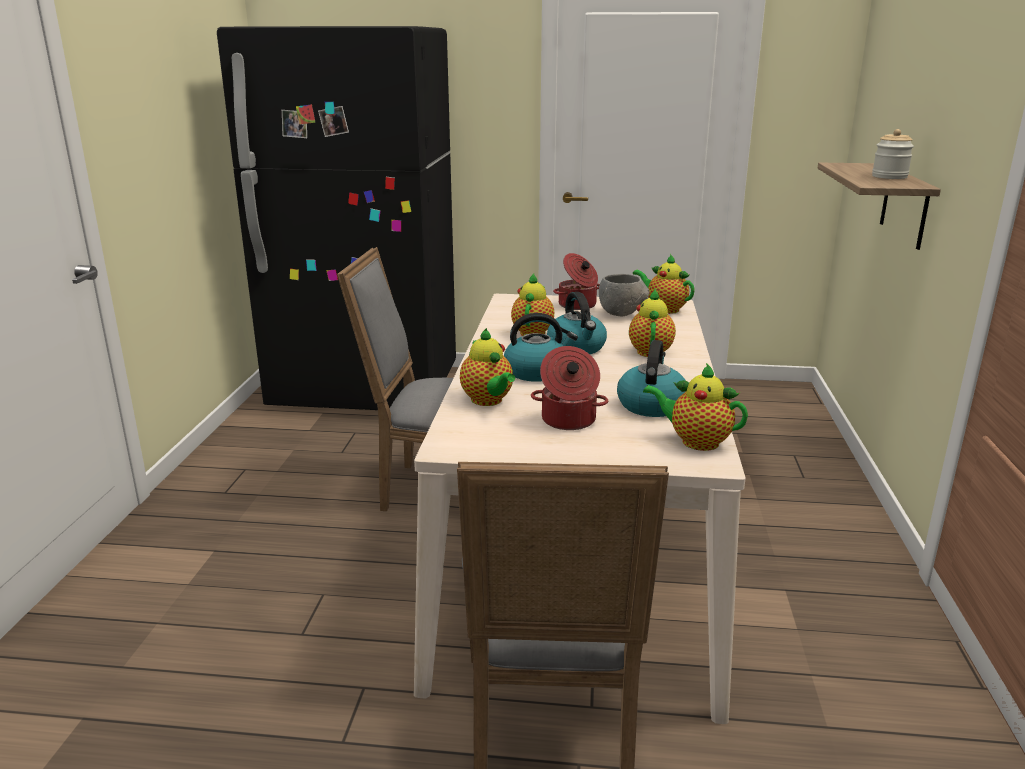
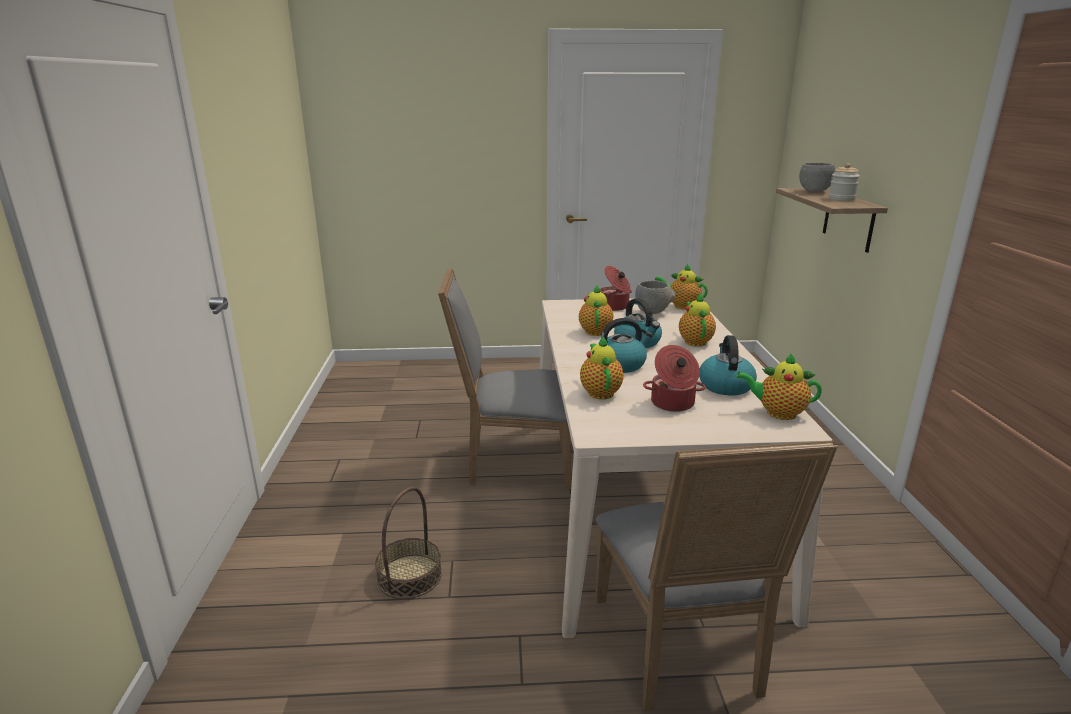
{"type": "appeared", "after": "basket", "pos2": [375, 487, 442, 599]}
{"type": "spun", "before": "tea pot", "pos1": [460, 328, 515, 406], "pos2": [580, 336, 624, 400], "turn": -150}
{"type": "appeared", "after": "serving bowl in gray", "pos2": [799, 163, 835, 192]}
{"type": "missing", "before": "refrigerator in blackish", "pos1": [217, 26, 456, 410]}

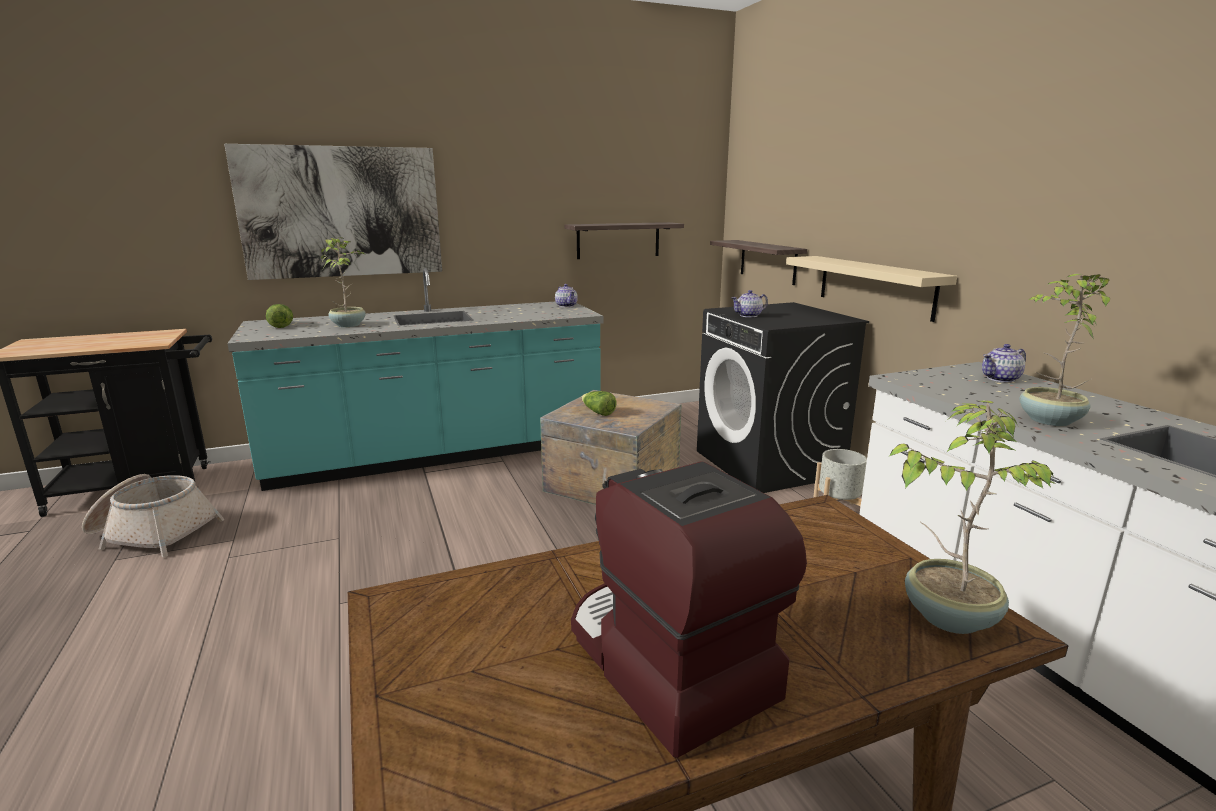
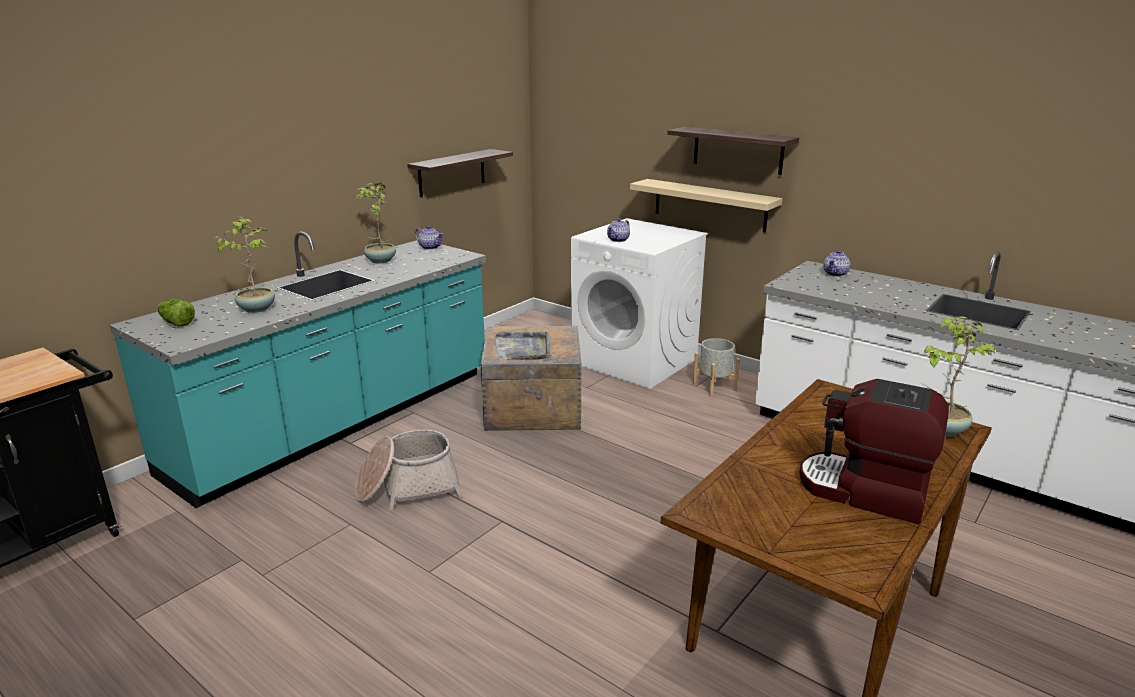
{"type": "relocated", "before": "houseplant", "pos1": [1020, 274, 1110, 426], "pos2": [355, 182, 396, 264]}
{"type": "relocated", "before": "basket", "pos1": [82, 474, 224, 557], "pos2": [355, 430, 462, 510]}
{"type": "exchanged", "before": "lettuce", "after": "carrying tray in gray", "pos1": [581, 391, 616, 416], "pos2": [495, 331, 550, 360]}
{"type": "colour", "before": "laundry appliance in blackish", "after": "laundry appliance in white-coloured", "pos1": [697, 302, 869, 493], "pos2": [571, 218, 708, 389]}
{"type": "relocated", "before": "shelf", "pos1": [710, 240, 807, 285], "pos2": [667, 127, 799, 175]}
{"type": "missing", "before": "picture", "pos1": [224, 144, 442, 280]}

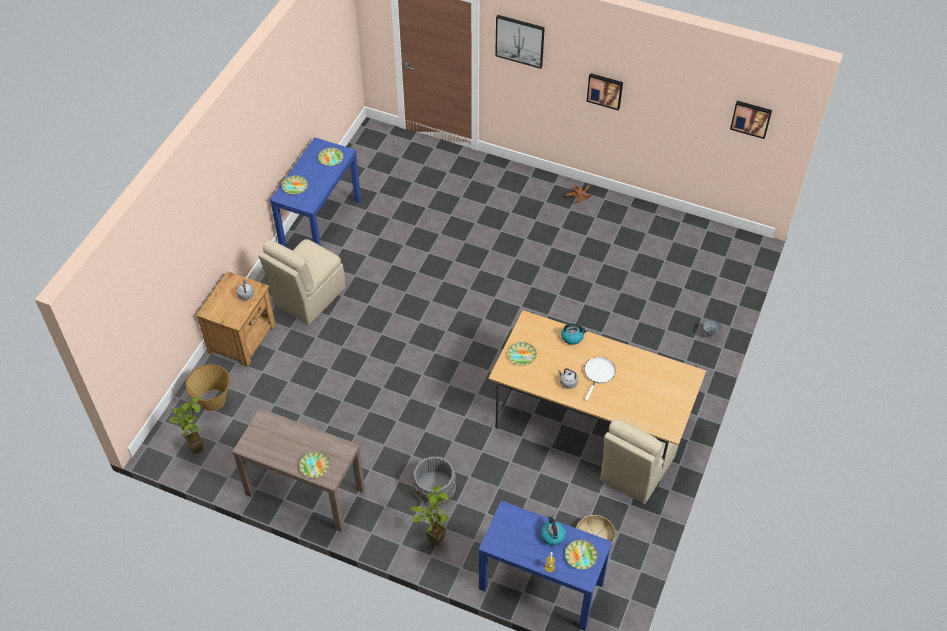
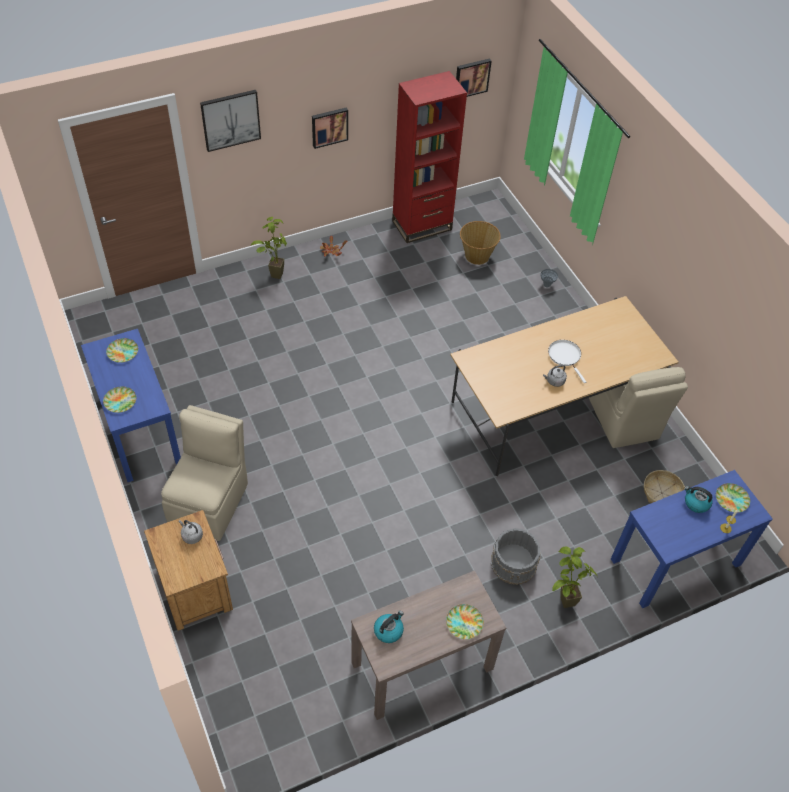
{"type": "spun", "before": "plain chair in beige", "pos1": [258, 239, 345, 325], "pos2": [161, 405, 248, 541], "turn": -150}
{"type": "relocated", "before": "houseplant", "pos1": [169, 397, 203, 454], "pos2": [250, 217, 287, 279]}
{"type": "relocated", "before": "tea kettle", "pos1": [561, 323, 588, 345], "pos2": [374, 611, 404, 643]}
{"type": "appeared", "after": "bookshelf in red", "pos2": [392, 71, 467, 243]}
{"type": "relocated", "before": "basket", "pos1": [186, 364, 230, 411], "pos2": [460, 221, 501, 265]}
{"type": "missing", "before": "flat dish", "pos1": [508, 342, 537, 366]}

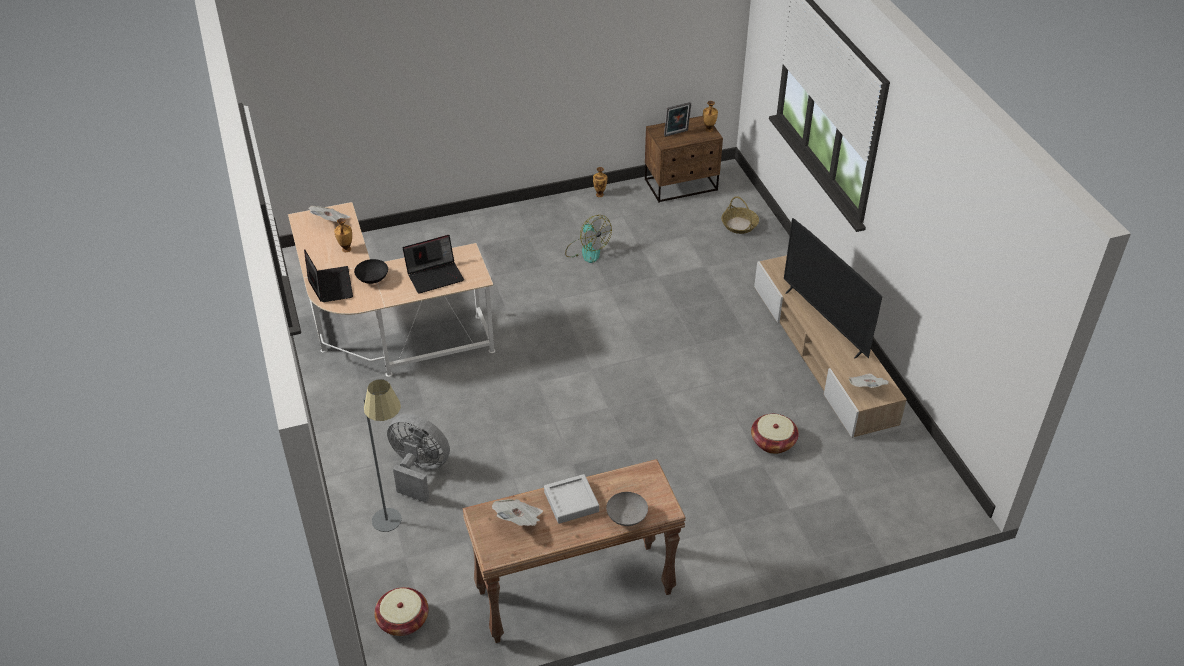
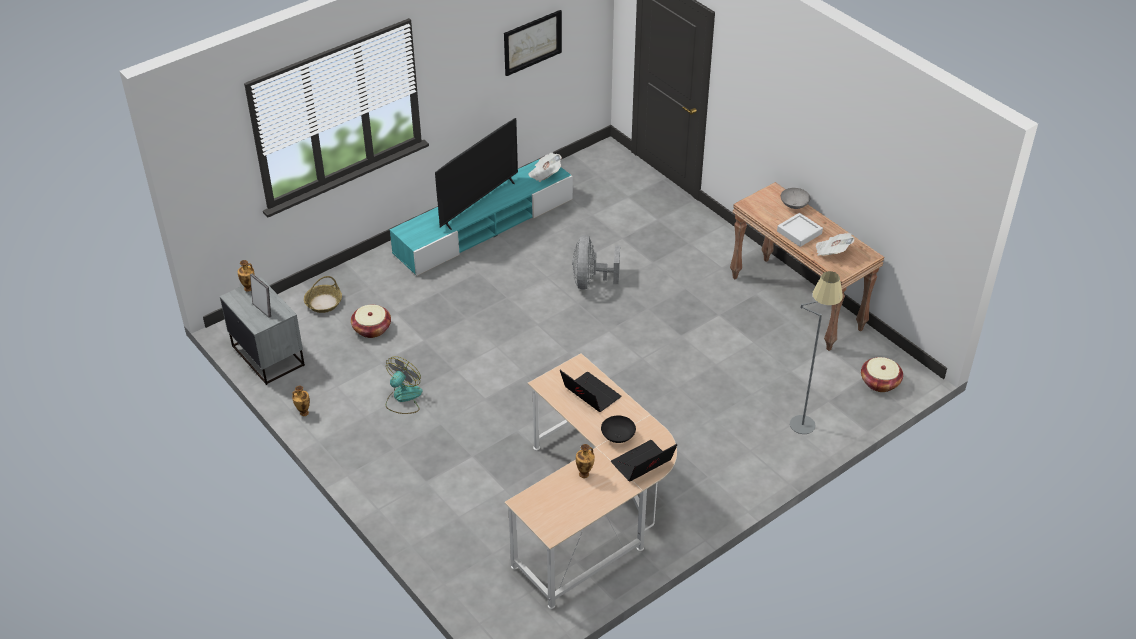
{"type": "colour", "before": "night table in brown-coloured", "after": "night table in gray", "pos1": [645, 116, 723, 203], "pos2": [220, 277, 305, 385]}
{"type": "relocated", "before": "basket", "pos1": [751, 414, 799, 454], "pos2": [351, 305, 391, 338]}
{"type": "colour", "before": "tv unit in beige", "after": "tv unit in blue-green", "pos1": [754, 255, 907, 438], "pos2": [390, 159, 573, 276]}
{"type": "appeared", "after": "picture", "pos2": [504, 10, 562, 76]}
{"type": "relocated", "before": "electric fan in gray", "pos1": [387, 414, 450, 503], "pos2": [572, 235, 620, 290]}
{"type": "missing", "before": "daily paper", "pos1": [308, 206, 350, 222]}

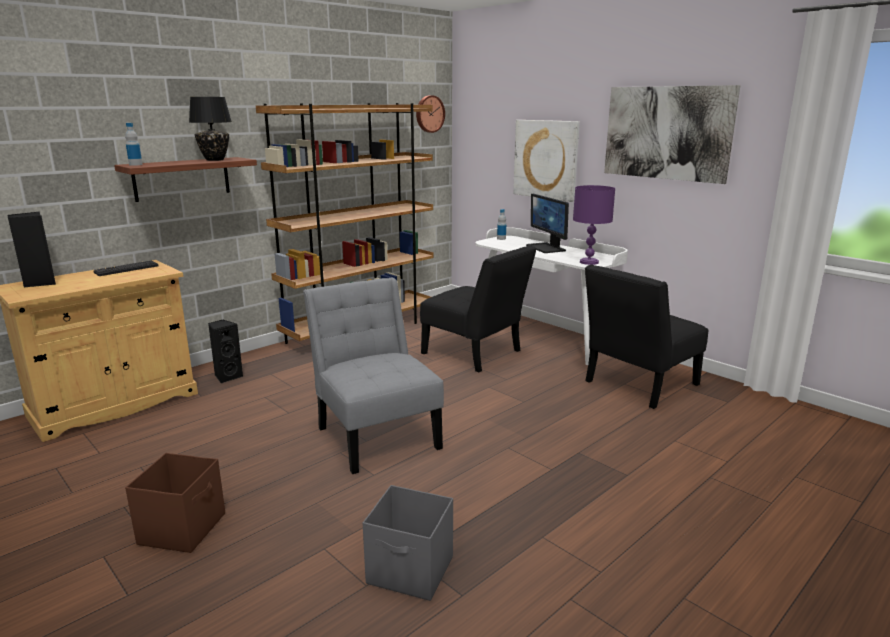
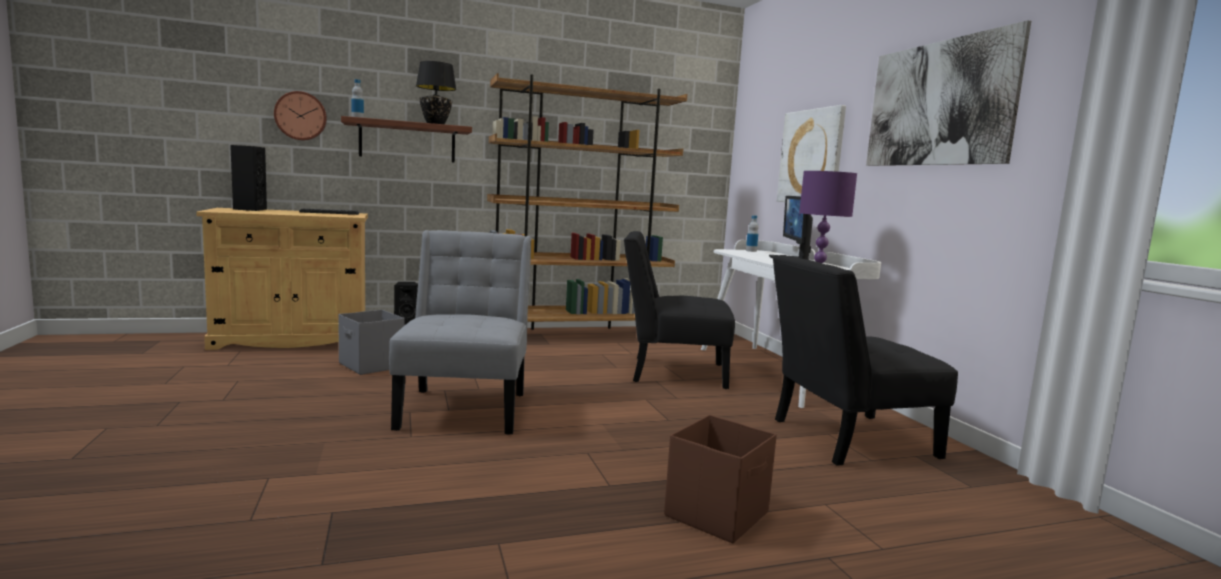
{"type": "relocated", "before": "hanging clock", "pos1": [416, 95, 445, 133], "pos2": [274, 91, 327, 140]}
{"type": "relocated", "before": "storage bin in gray", "pos1": [363, 485, 453, 601], "pos2": [338, 310, 405, 375]}
{"type": "spun", "before": "plain chair in blackish", "pos1": [420, 245, 537, 372], "pos2": [624, 231, 735, 389], "turn": 120}
{"type": "relocated", "before": "storage bin in brown-coloured", "pos1": [125, 453, 225, 553], "pos2": [664, 415, 777, 544]}

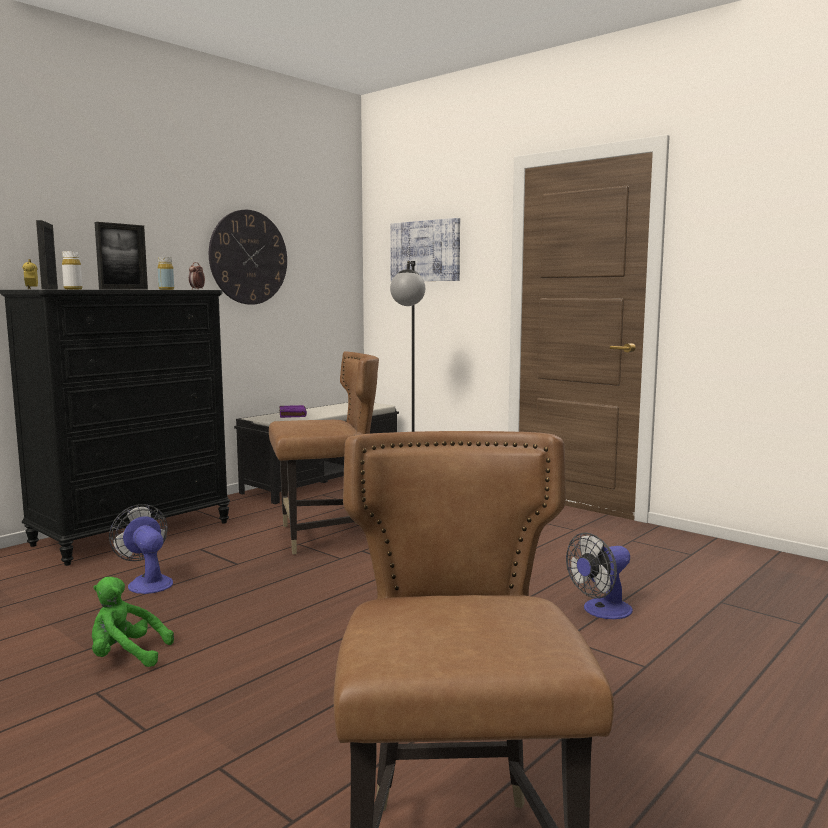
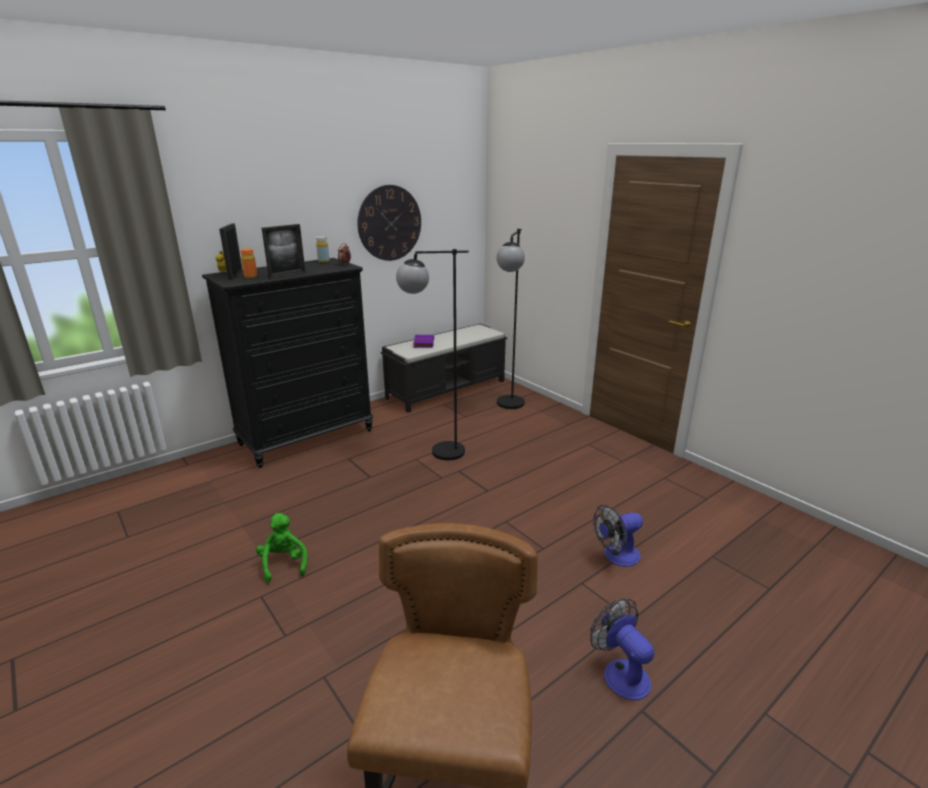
{"type": "colour", "before": "bottle in white-coloured", "after": "bottle in orange", "pos1": [62, 251, 83, 289], "pos2": [241, 249, 258, 278]}
{"type": "spun", "before": "cuddly toy in green", "pos1": [92, 577, 174, 667], "pos2": [256, 513, 308, 583], "turn": 60}
{"type": "exchanged", "before": "plain chair in brown-coloured", "after": "floor lamp in blackish", "pos1": [269, 352, 379, 555], "pos2": [396, 249, 469, 460]}
{"type": "relocated", "before": "electric fan", "pos1": [109, 504, 173, 594], "pos2": [590, 598, 654, 700]}
{"type": "missing", "before": "picture", "pos1": [390, 218, 460, 282]}

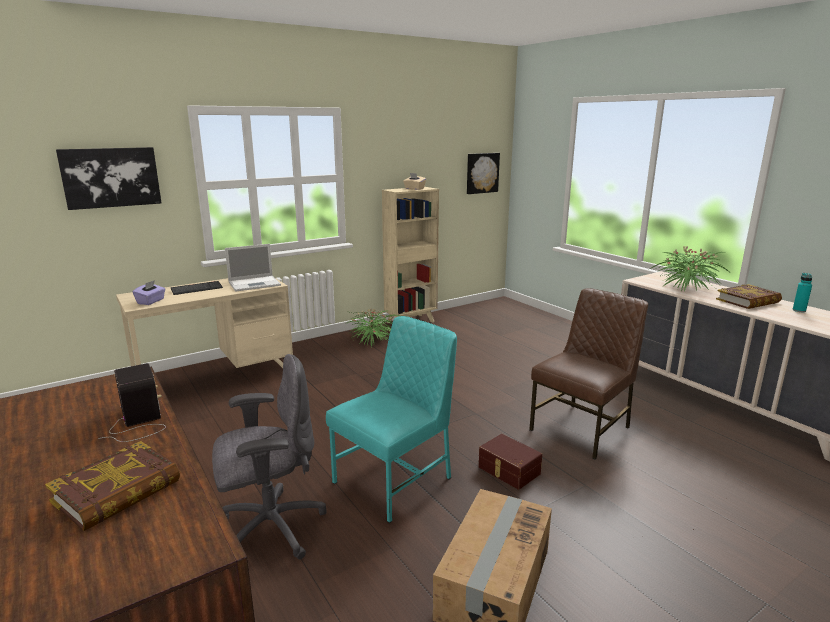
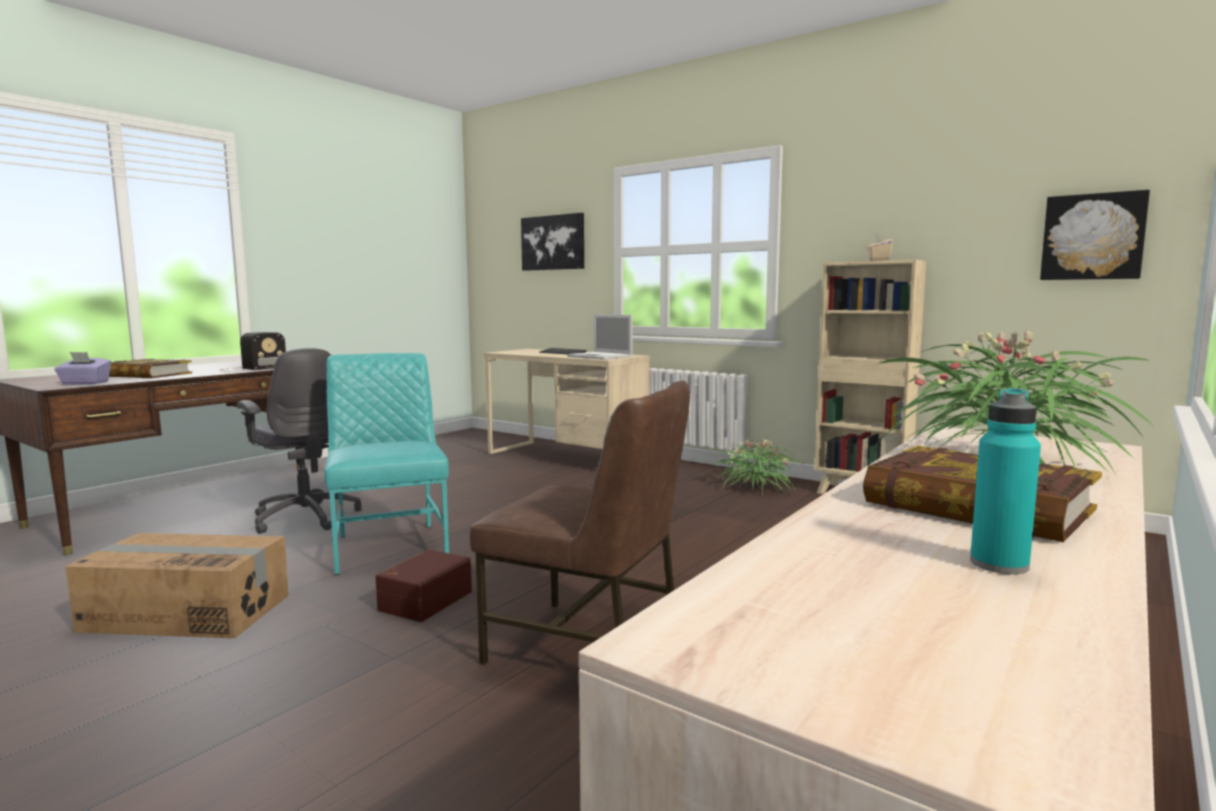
{"type": "relocated", "before": "tissue holder in purple-coloured", "pos1": [133, 280, 165, 305], "pos2": [54, 352, 111, 385]}
{"type": "spun", "before": "plain chair in blue-green", "pos1": [326, 316, 457, 523], "pos2": [324, 353, 449, 575], "turn": -135}

